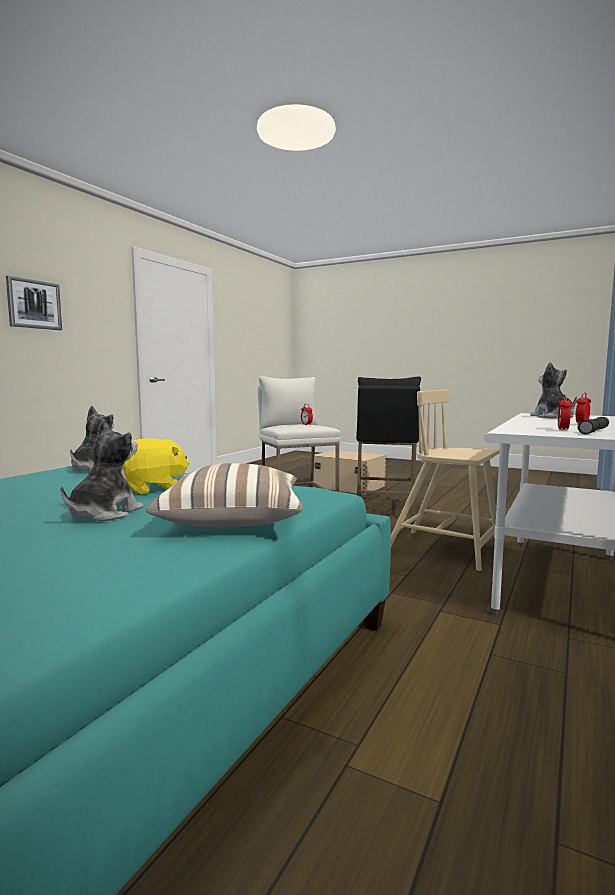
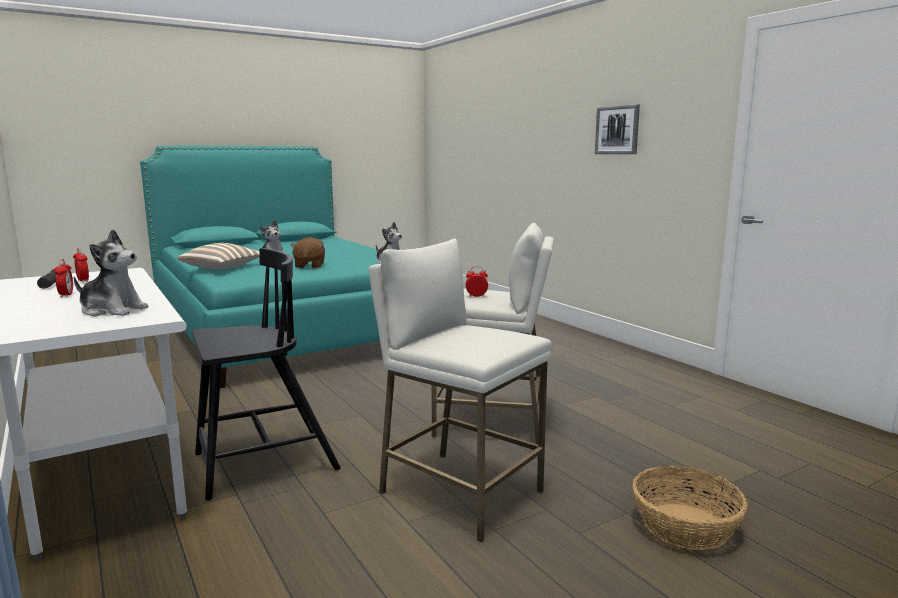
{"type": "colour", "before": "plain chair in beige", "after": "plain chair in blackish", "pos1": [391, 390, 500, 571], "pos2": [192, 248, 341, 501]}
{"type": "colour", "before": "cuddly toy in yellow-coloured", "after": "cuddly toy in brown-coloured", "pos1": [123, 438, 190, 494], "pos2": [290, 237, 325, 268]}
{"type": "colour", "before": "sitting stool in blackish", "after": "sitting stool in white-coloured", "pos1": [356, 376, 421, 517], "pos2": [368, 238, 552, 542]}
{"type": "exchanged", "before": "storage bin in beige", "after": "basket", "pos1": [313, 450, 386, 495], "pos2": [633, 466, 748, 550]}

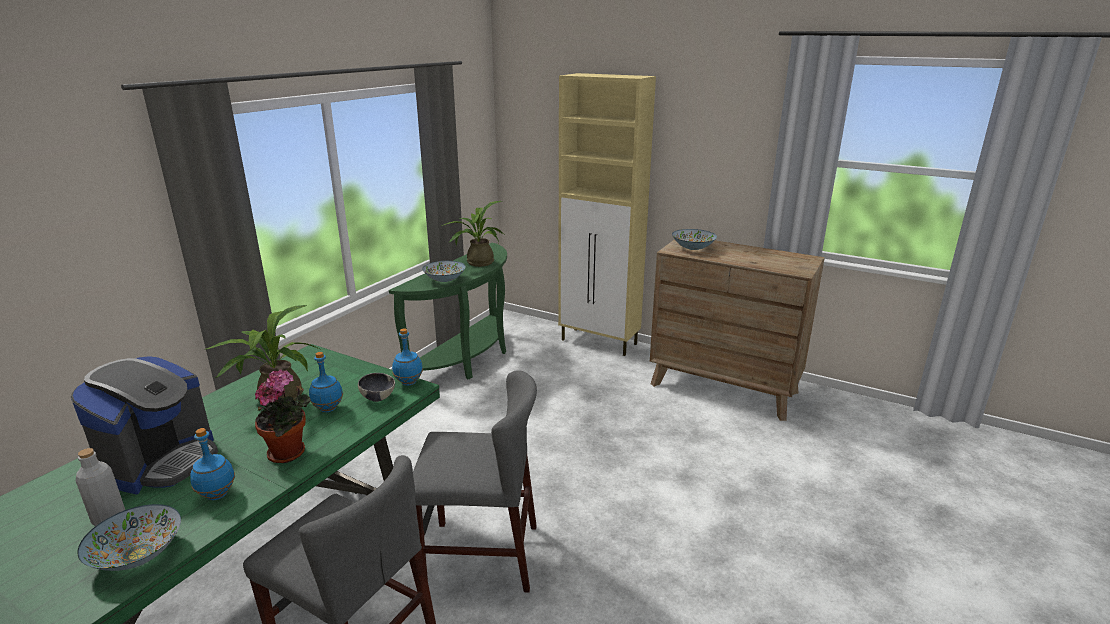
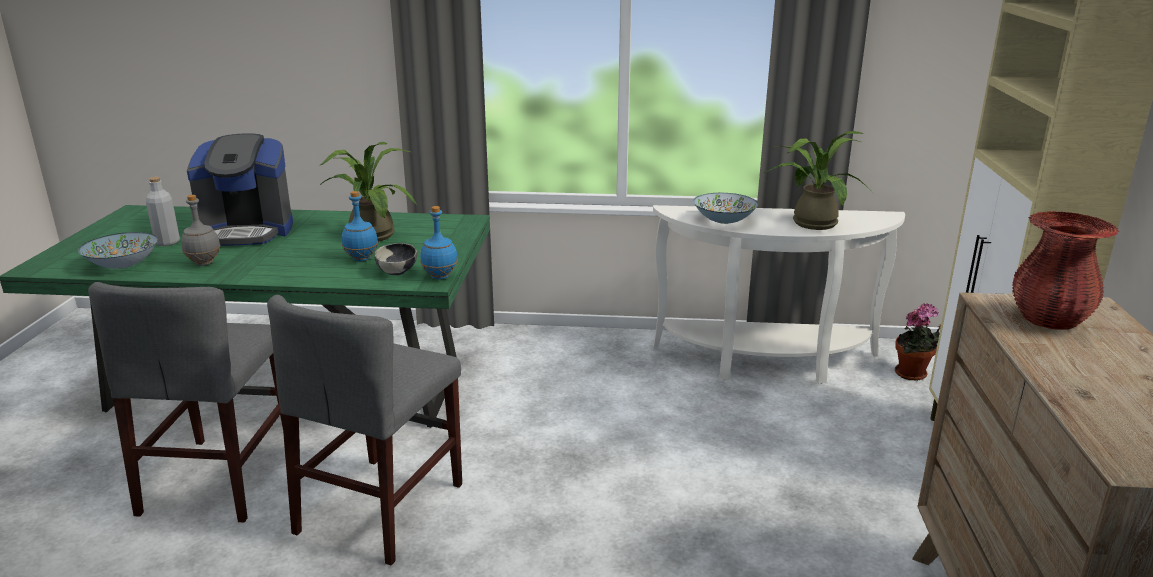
{"type": "colour", "before": "bottle in bluish", "after": "bottle in gray", "pos1": [190, 428, 235, 500], "pos2": [181, 195, 220, 266]}
{"type": "spun", "before": "plain chair in gray", "pos1": [413, 370, 537, 592], "pos2": [267, 295, 462, 566], "turn": 45}
{"type": "colour", "before": "narrow table in green", "after": "narrow table in white-coloured", "pos1": [389, 243, 507, 379], "pos2": [653, 205, 905, 384]}
{"type": "relocated", "before": "houseplant", "pos1": [255, 369, 311, 463], "pos2": [895, 303, 941, 381]}
{"type": "exchanged", "before": "serving bowl", "after": "decorative vase in red", "pos1": [672, 229, 717, 250], "pos2": [1012, 211, 1119, 330]}

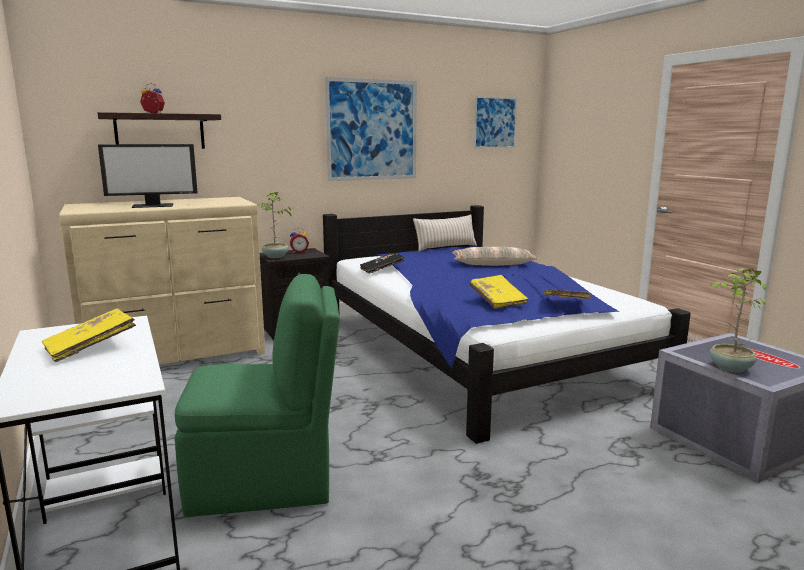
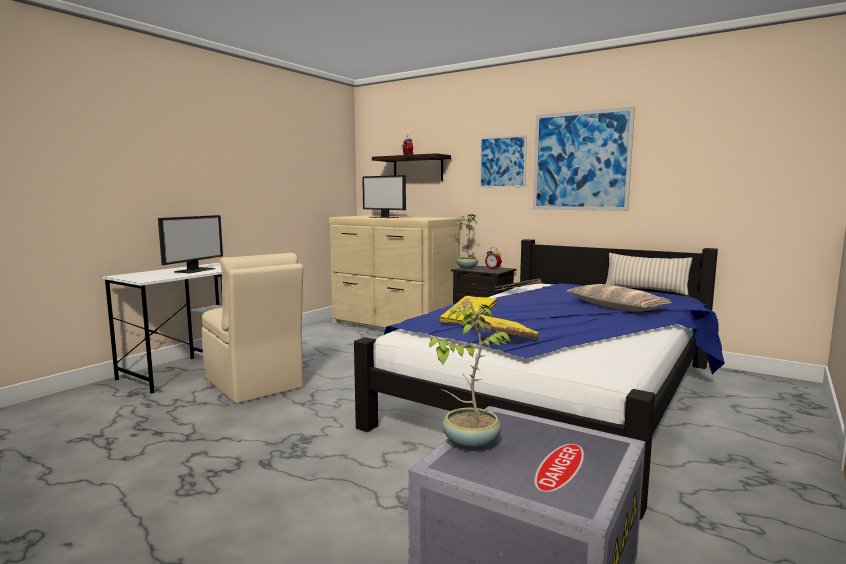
{"type": "exchanged", "before": "volume in yellow-coloured", "after": "monitor", "pos1": [42, 308, 136, 362], "pos2": [158, 215, 223, 273]}
{"type": "colour", "before": "plain chair in green", "after": "plain chair in beige", "pos1": [175, 274, 340, 517], "pos2": [202, 253, 303, 403]}
{"type": "relocated", "before": "picture", "pos1": [474, 96, 518, 148], "pos2": [479, 135, 527, 188]}

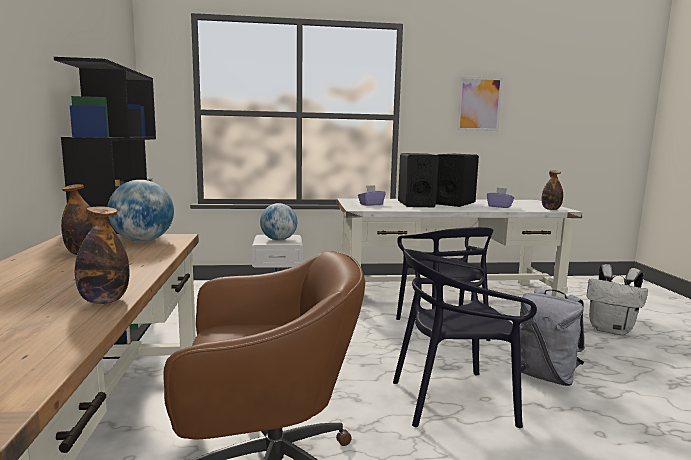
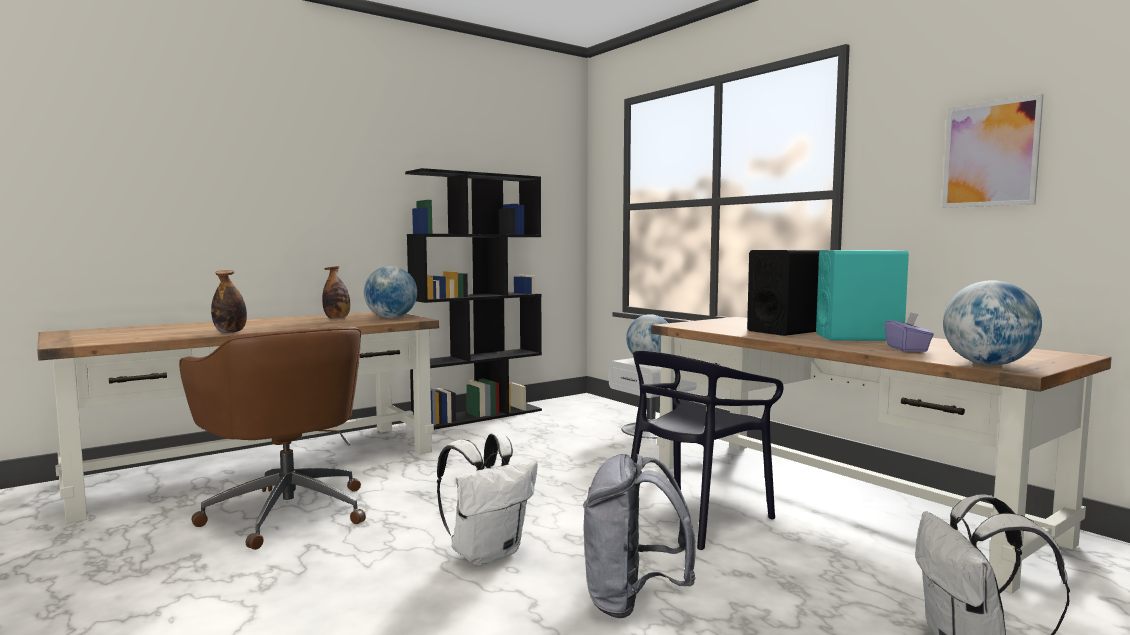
{"type": "exchanged", "before": "plain chair in blackish", "after": "knapsack in white-coloured", "pos1": [393, 249, 537, 428], "pos2": [437, 433, 538, 565]}
{"type": "colour", "before": "desk in white-coloured", "after": "desk in brown-coloured", "pos1": [337, 198, 583, 298], "pos2": [651, 317, 1112, 594]}
{"type": "colour", "before": "speaker in blackish", "after": "speaker in blue-green", "pos1": [436, 154, 479, 207], "pos2": [816, 250, 909, 341]}
{"type": "exchanged", "before": "bottle", "after": "desk globe", "pos1": [541, 170, 563, 210], "pos2": [943, 280, 1042, 366]}
{"type": "missing", "before": "tissue holder in purple-coloured", "pos1": [358, 185, 386, 206]}

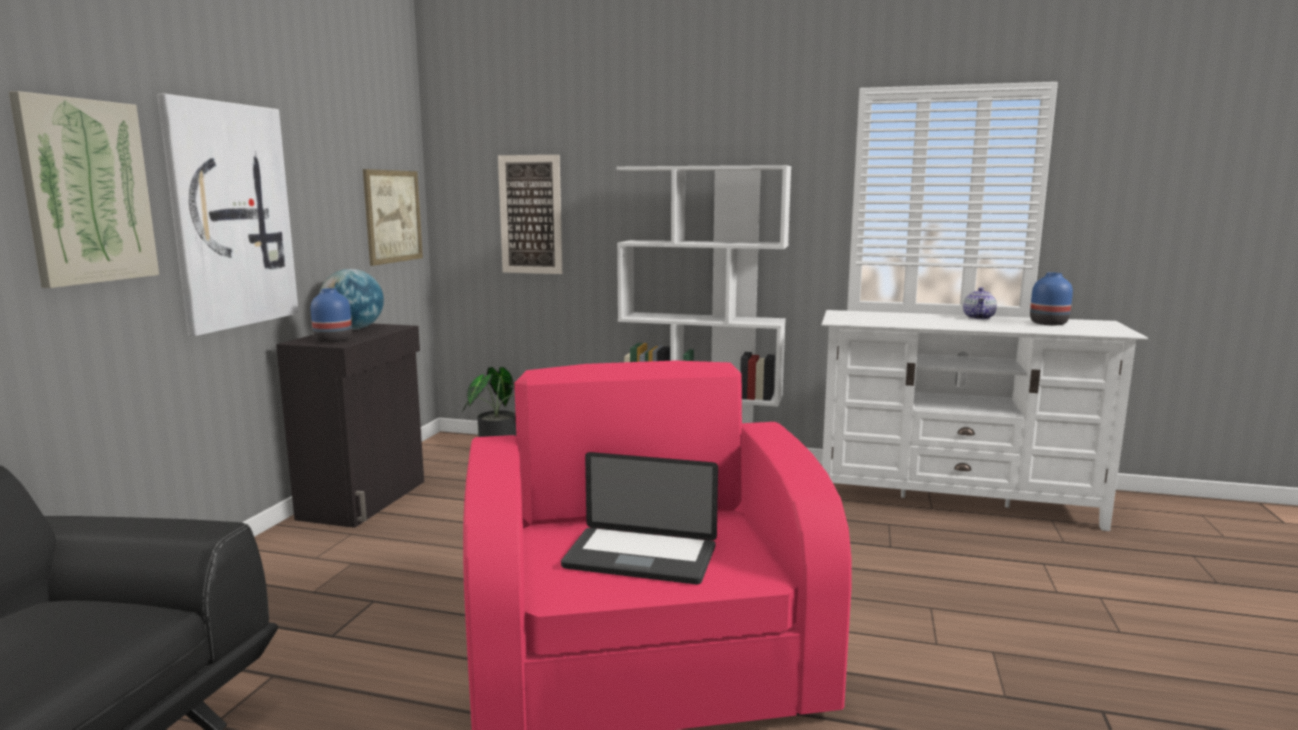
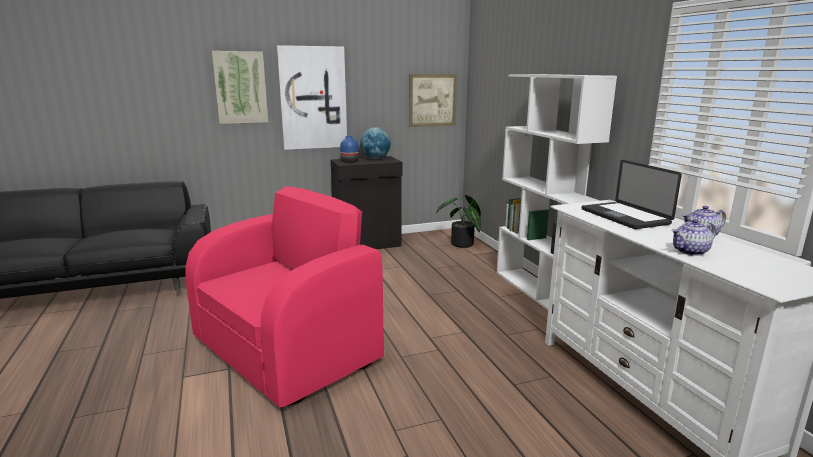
{"type": "relocated", "before": "portable computer", "pos1": [561, 452, 718, 584], "pos2": [582, 160, 682, 229]}
{"type": "appeared", "after": "tea pot", "pos2": [671, 219, 716, 256]}
{"type": "missing", "before": "picture", "pos1": [498, 155, 562, 274]}
{"type": "missing", "before": "decorative vase in bluish", "pos1": [1030, 272, 1073, 325]}

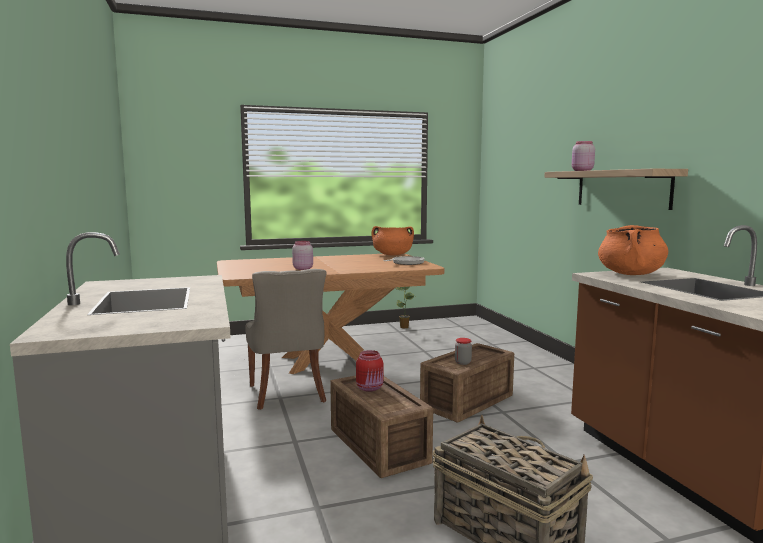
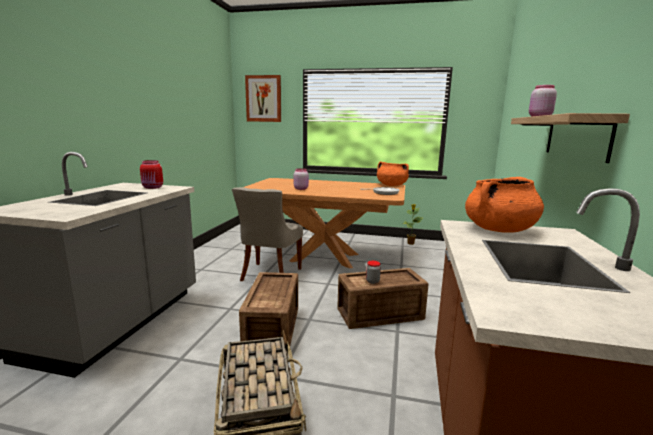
{"type": "relocated", "before": "preserve jar in red", "pos1": [356, 350, 383, 392], "pos2": [140, 160, 163, 189]}
{"type": "appeared", "after": "picture", "pos2": [245, 75, 281, 122]}

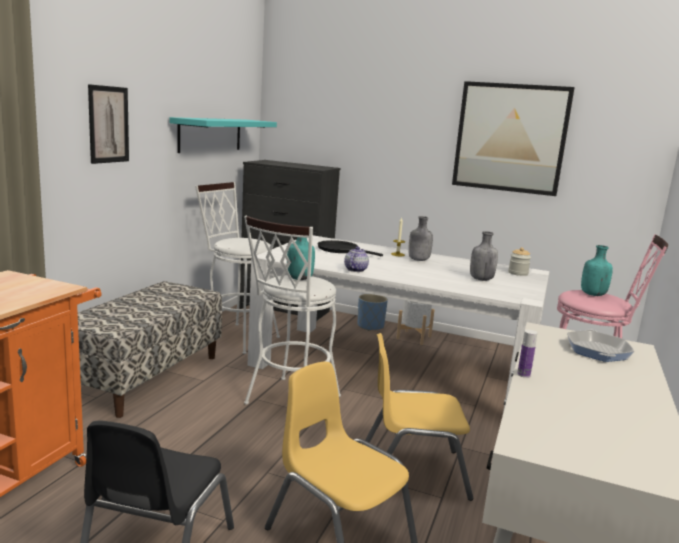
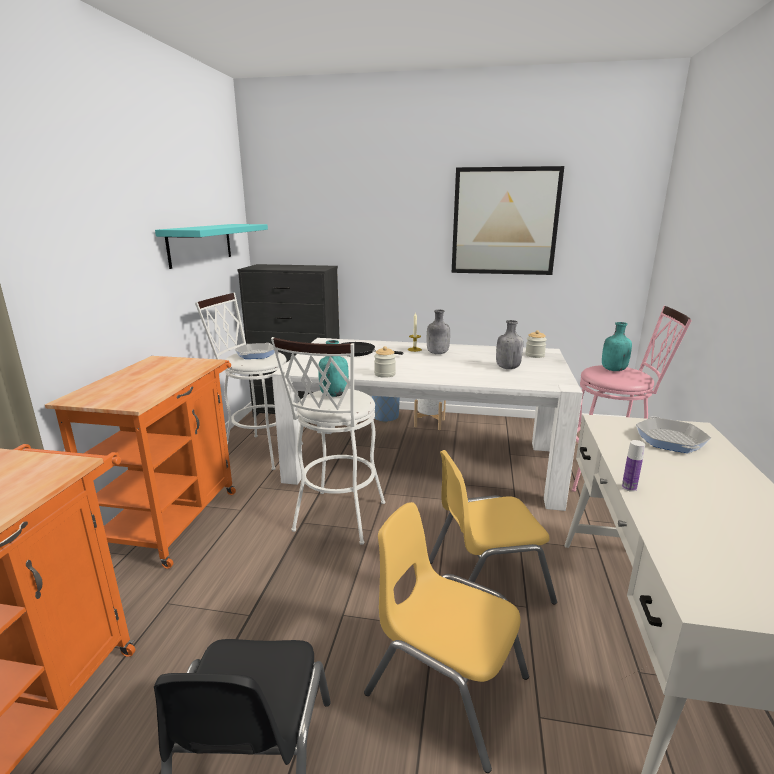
{"type": "exchanged", "before": "bench", "after": "wheeled cart in orange", "pos1": [78, 281, 222, 418], "pos2": [45, 356, 236, 569]}
{"type": "appeared", "after": "frying pan", "pos2": [234, 343, 275, 359]}
{"type": "exchanged", "before": "tea pot", "after": "preserve jar", "pos1": [344, 247, 369, 272], "pos2": [374, 346, 396, 378]}
{"type": "missing", "before": "picture", "pos1": [88, 84, 129, 164]}

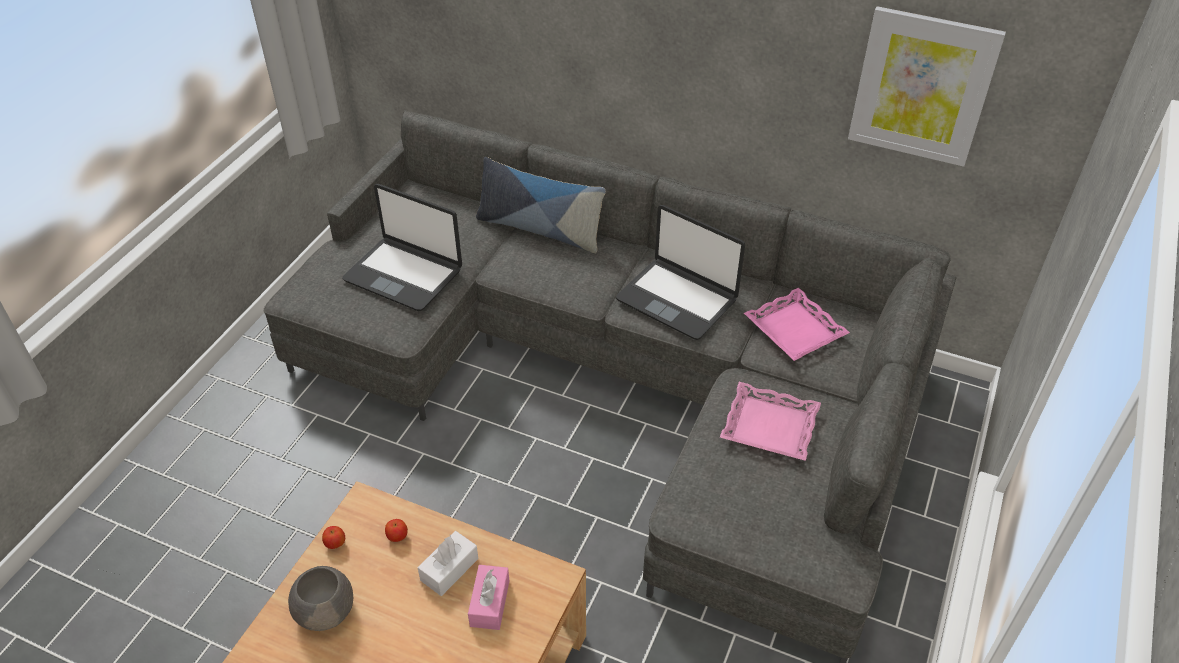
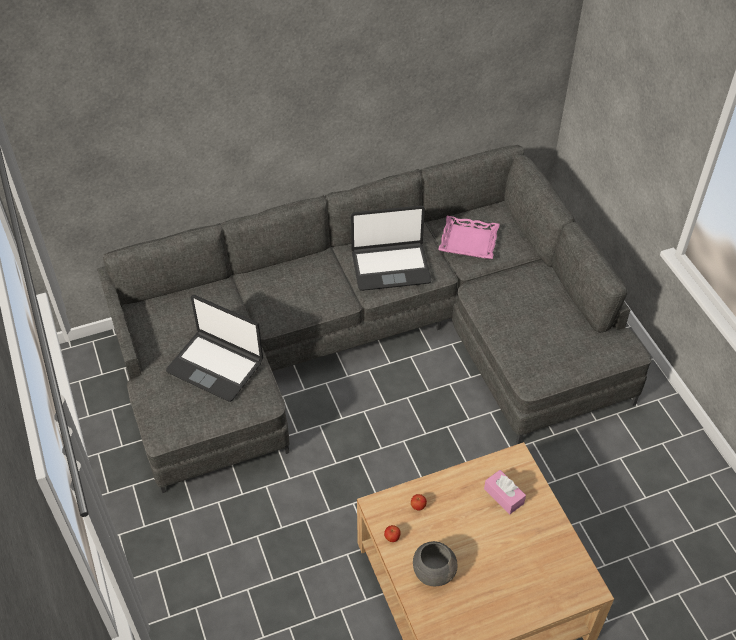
{"type": "spun", "before": "portable computer", "pos1": [342, 184, 462, 311], "pos2": [166, 295, 263, 402], "turn": 45}
{"type": "missing", "before": "tissue holder in white-coloured", "pos1": [418, 531, 478, 596]}
{"type": "missing", "before": "pillow", "pos1": [476, 157, 606, 253]}
{"type": "missing", "before": "carrying tray in pink-coloured", "pos1": [720, 382, 821, 461]}
{"type": "missing", "before": "picture", "pos1": [848, 6, 1006, 167]}

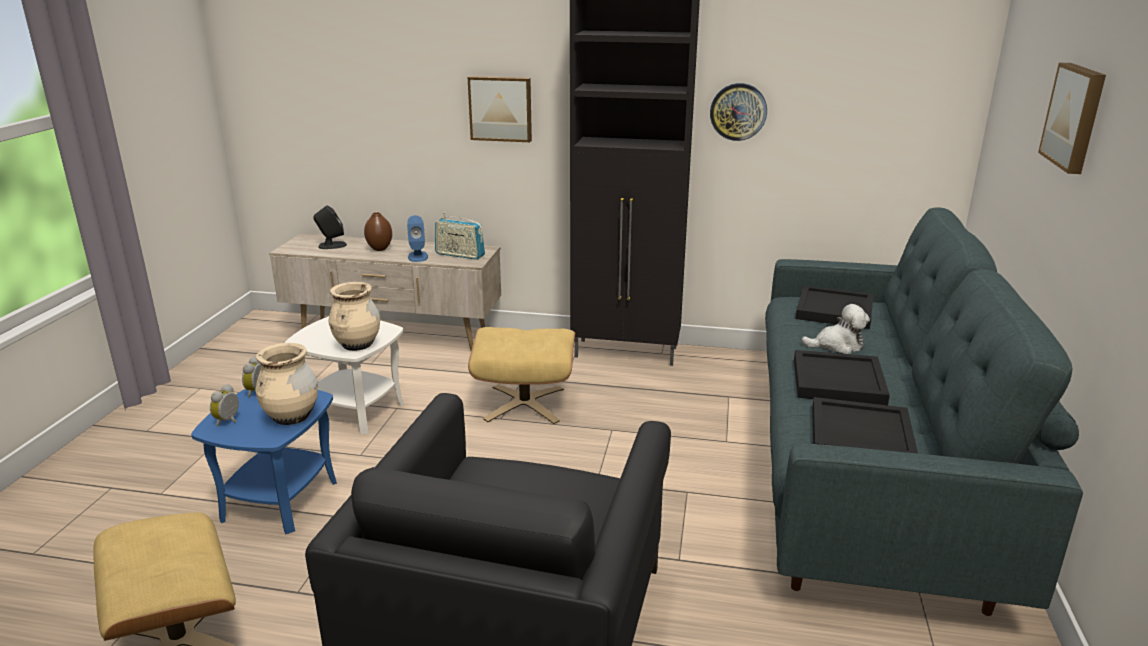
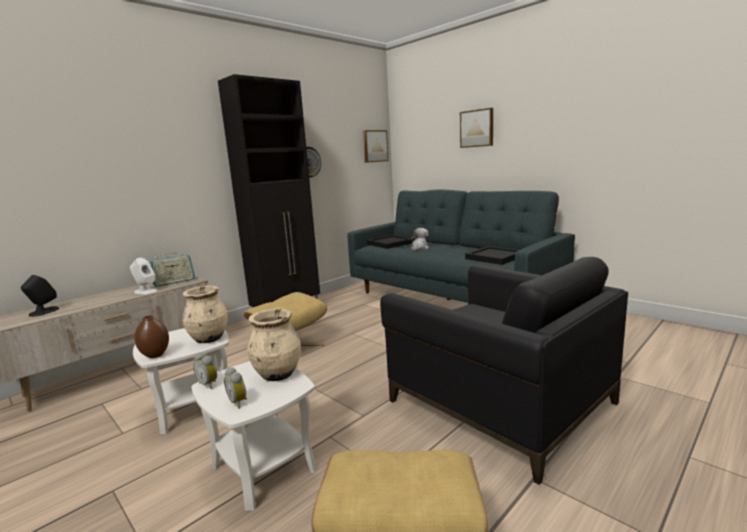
{"type": "colour", "before": "speaker in bluish", "after": "speaker in white-coloured", "pos1": [407, 215, 428, 262], "pos2": [130, 258, 157, 294]}
{"type": "relocated", "before": "decorative vase in brown-coloured", "pos1": [364, 212, 392, 251], "pos2": [134, 315, 169, 358]}
{"type": "colour", "before": "accent table in bluish", "after": "accent table in white-coloured", "pos1": [191, 389, 337, 534], "pos2": [191, 361, 316, 511]}
{"type": "relocated", "before": "picture", "pos1": [468, 76, 532, 142], "pos2": [363, 130, 389, 163]}
{"type": "missing", "before": "carrying tray in blackish", "pos1": [794, 350, 890, 405]}

